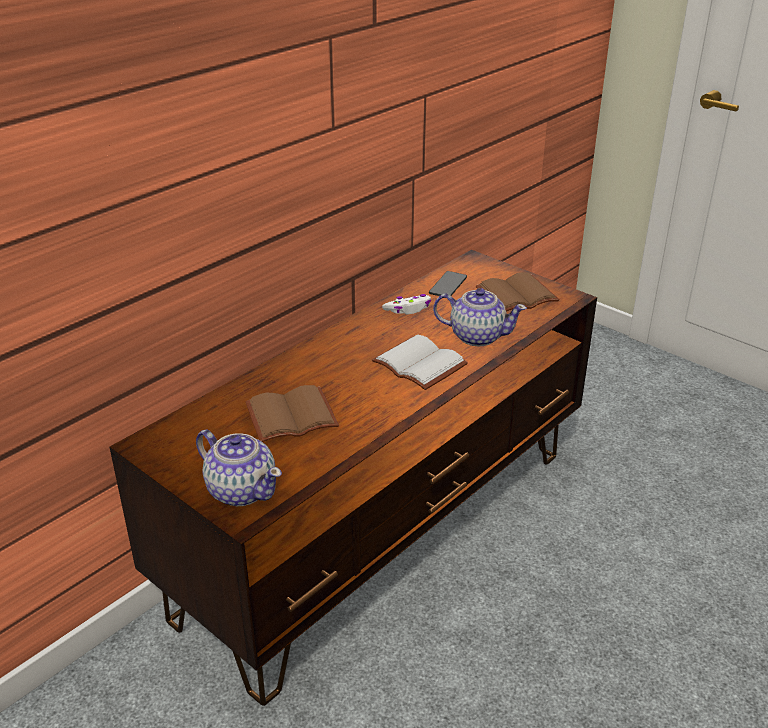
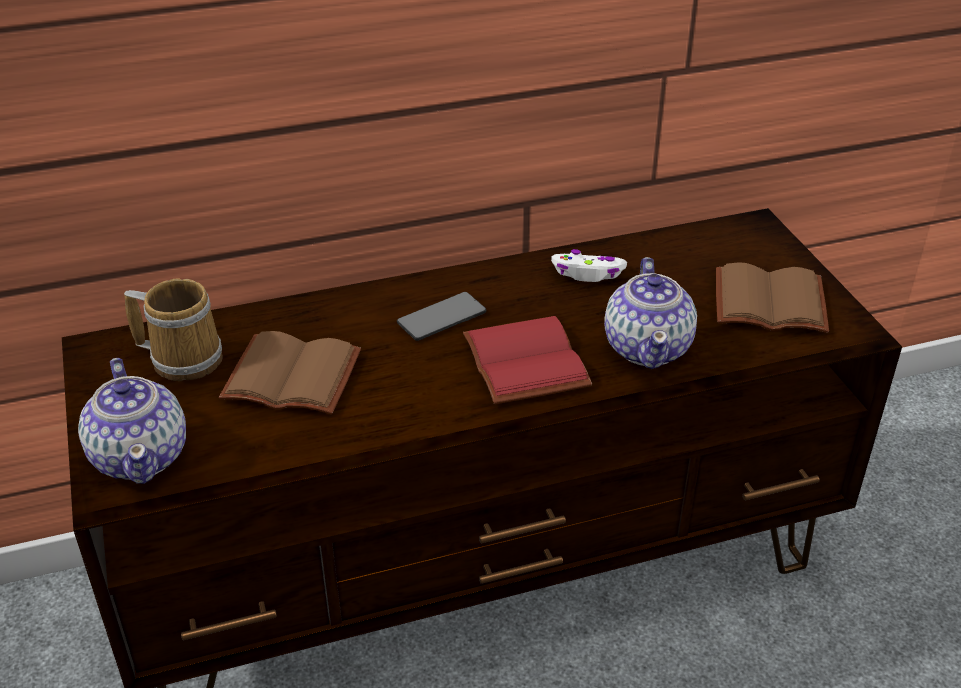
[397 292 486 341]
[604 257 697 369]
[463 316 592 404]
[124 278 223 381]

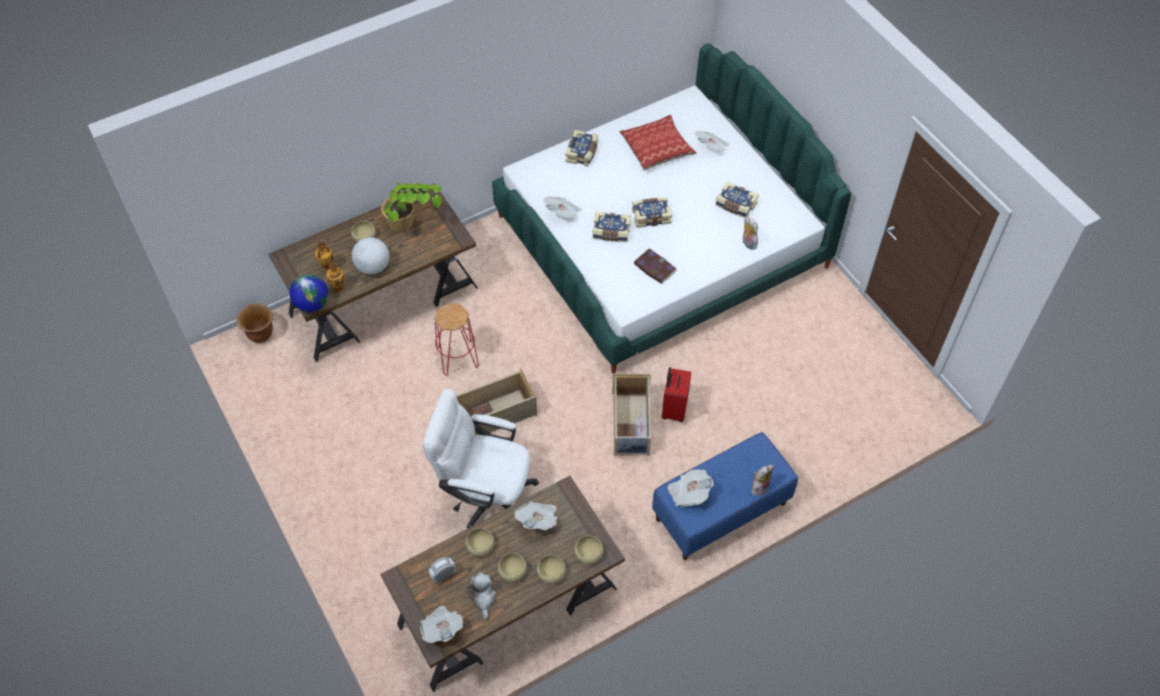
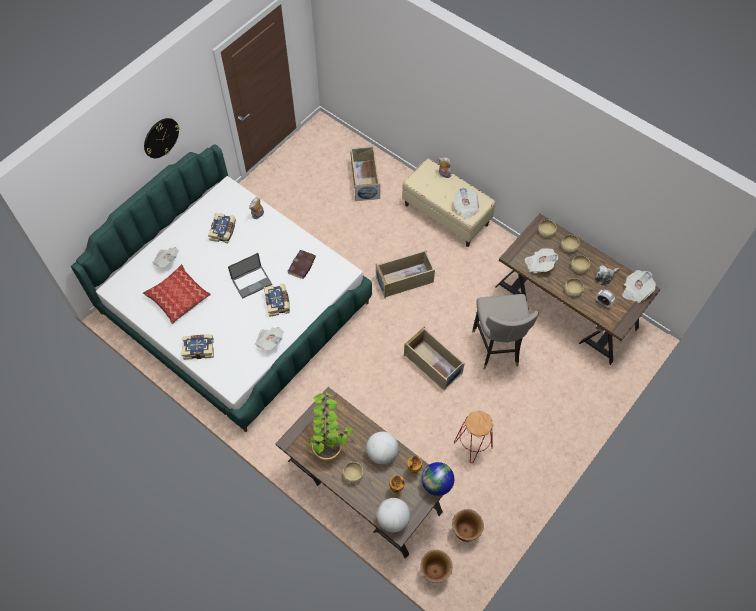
[228 253 272 299]
[454 410 494 463]
[662 367 691 422] (first image)
[472 294 539 369]
[402 159 496 247]
[144 118 180 158]
[351 146 380 201]
[377 498 410 532]
[452 509 484 542]

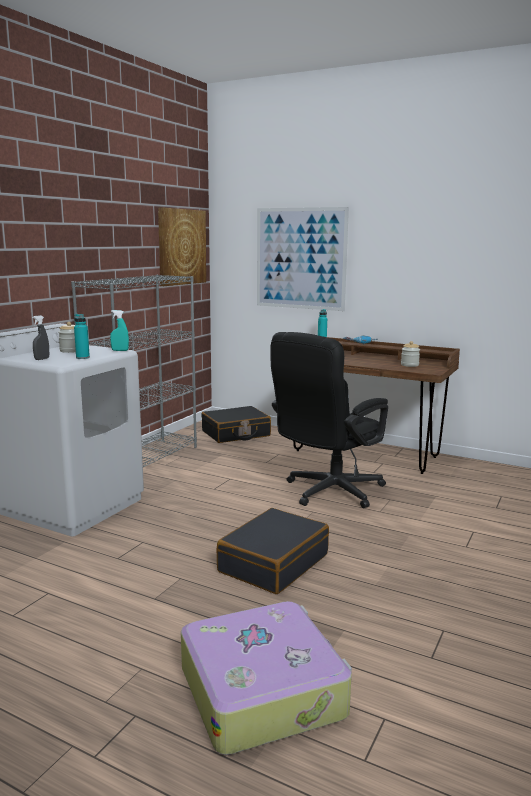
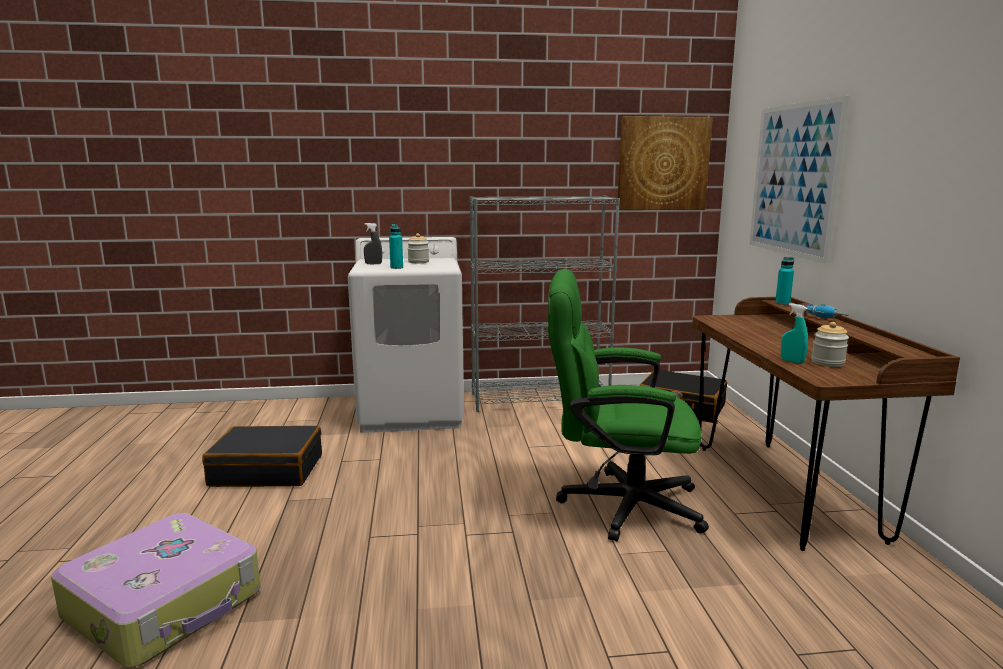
[781 303 808 364]
[548 269 709 542]
[202 426 322 487]

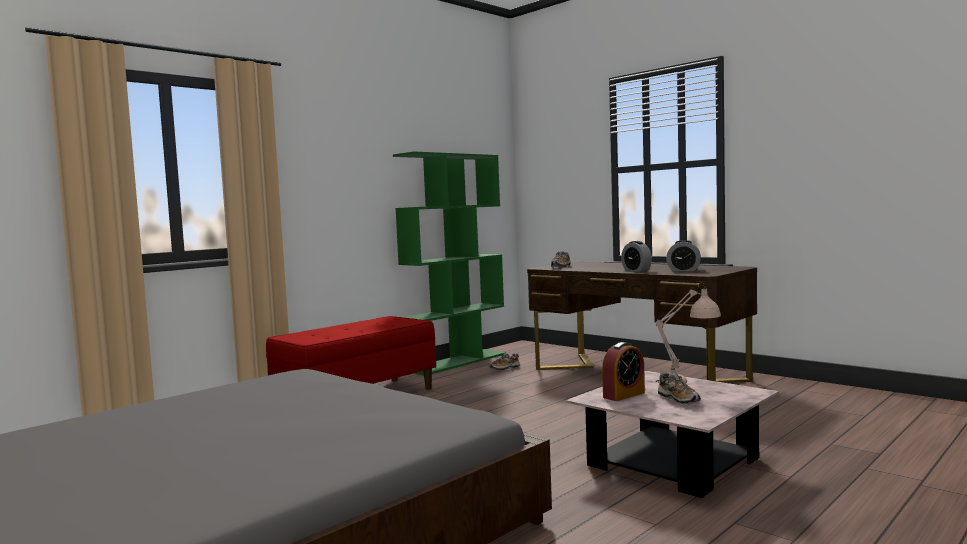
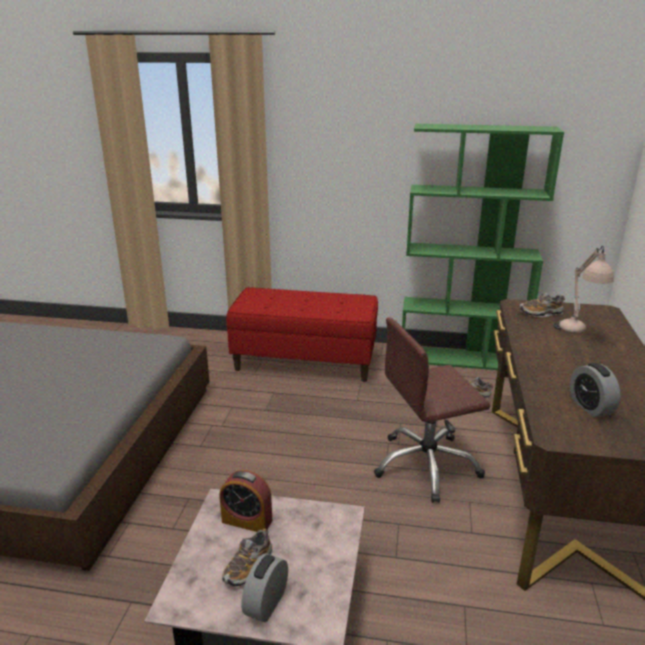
[241 553 288 622]
[553 246 614 333]
[374 318 490 503]

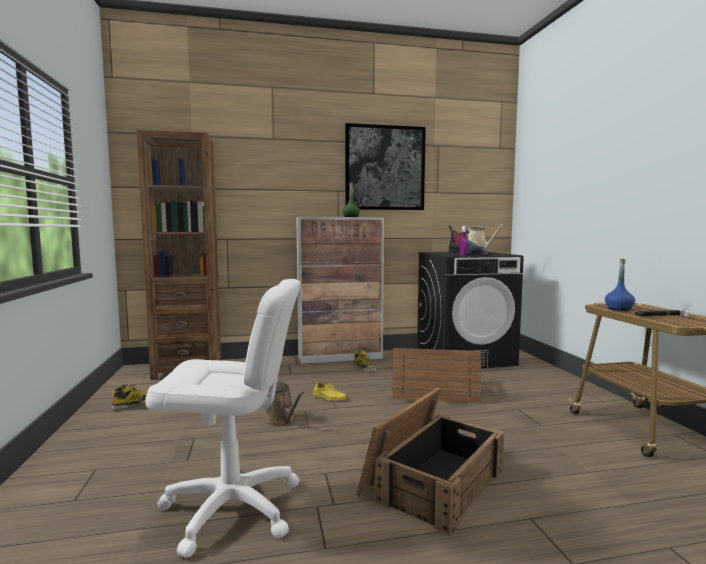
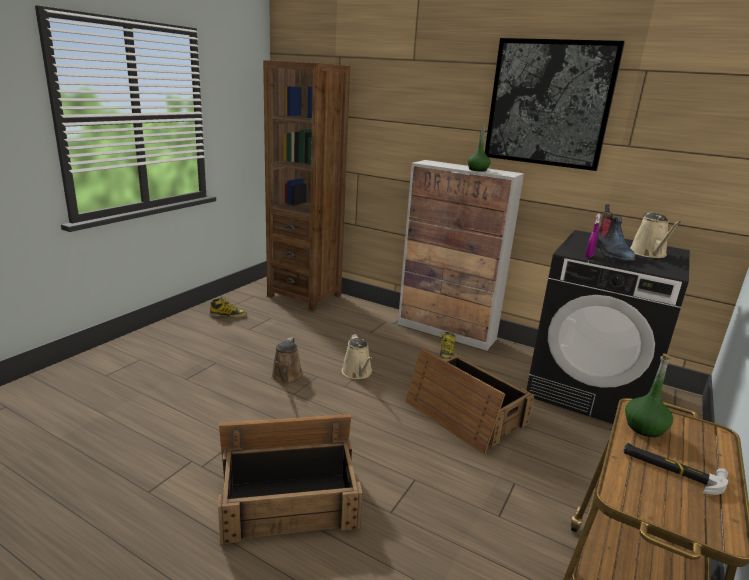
[625 354 673 437]
[145 279 301 558] (first image)
[342 334 372 379]

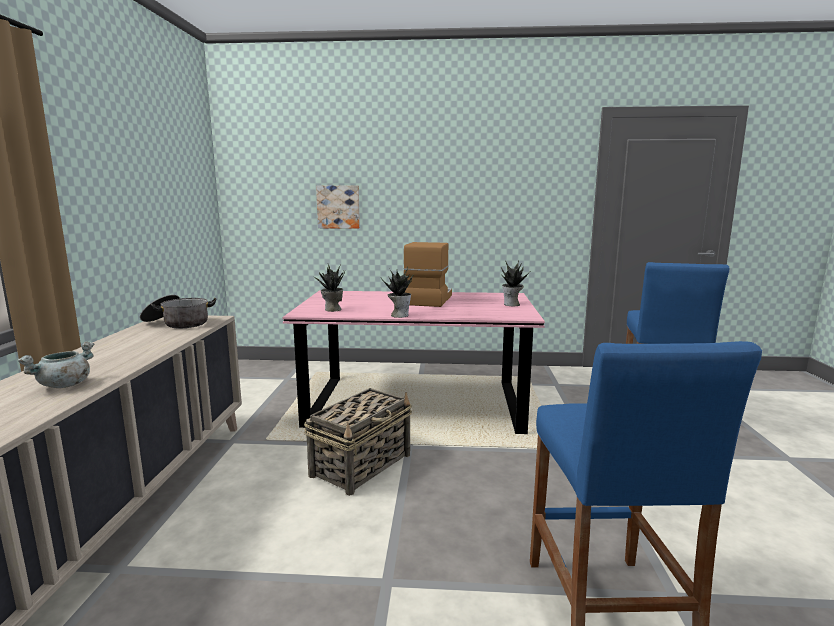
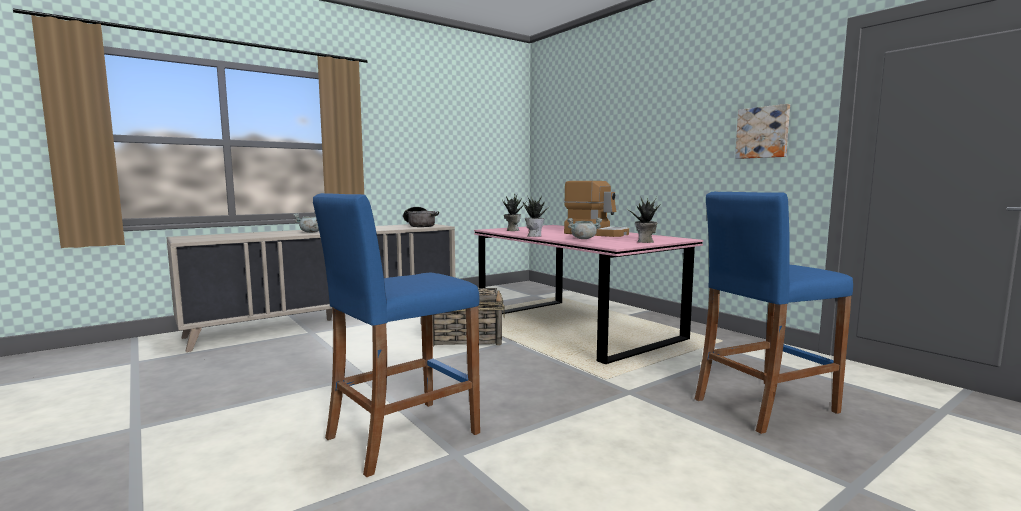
[735 104 790 159]
[564 181 629 237]
[567 218 603 239]

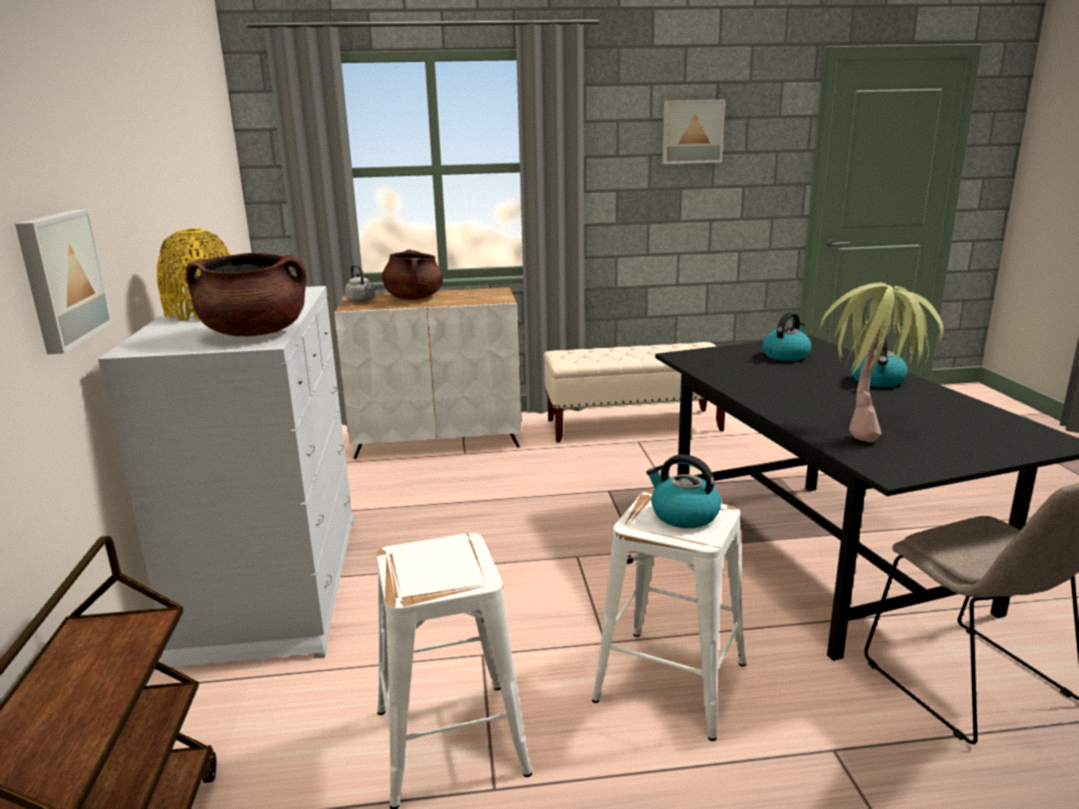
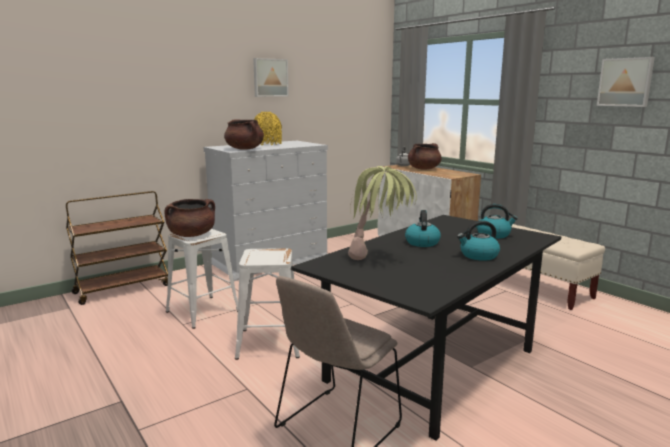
[253 58 289 97]
[405 210 441 247]
[165 199 215 237]

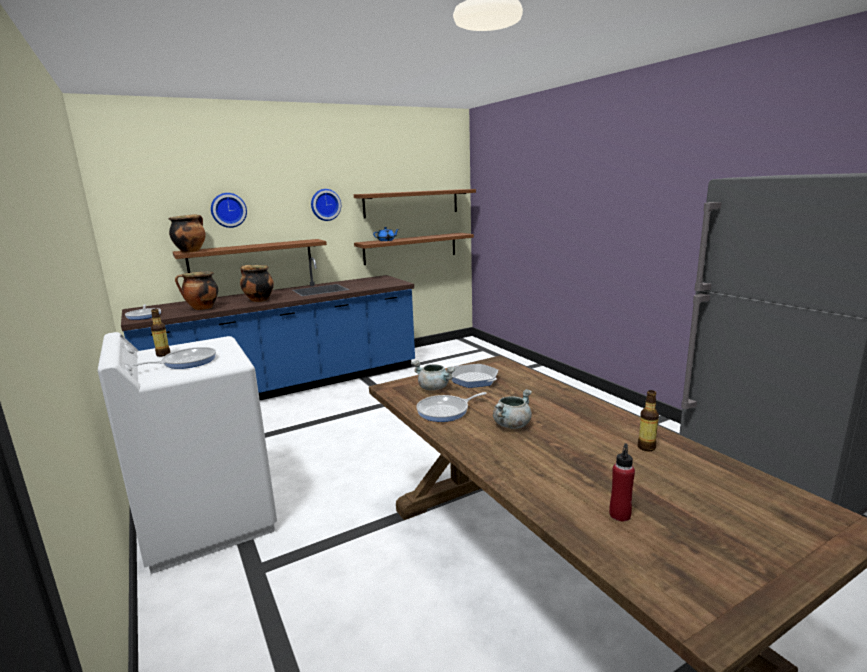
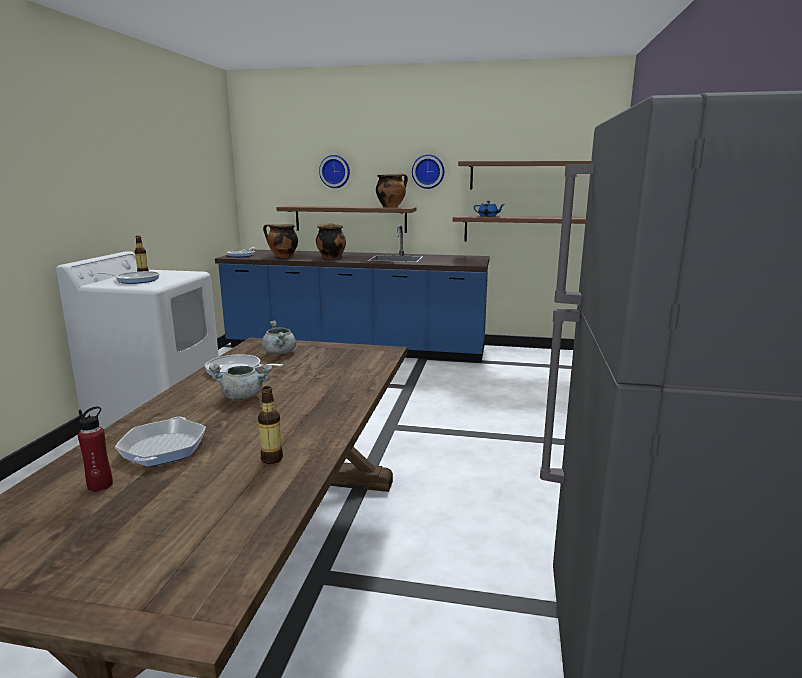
[376 173 408 208]
[115 417 206 467]

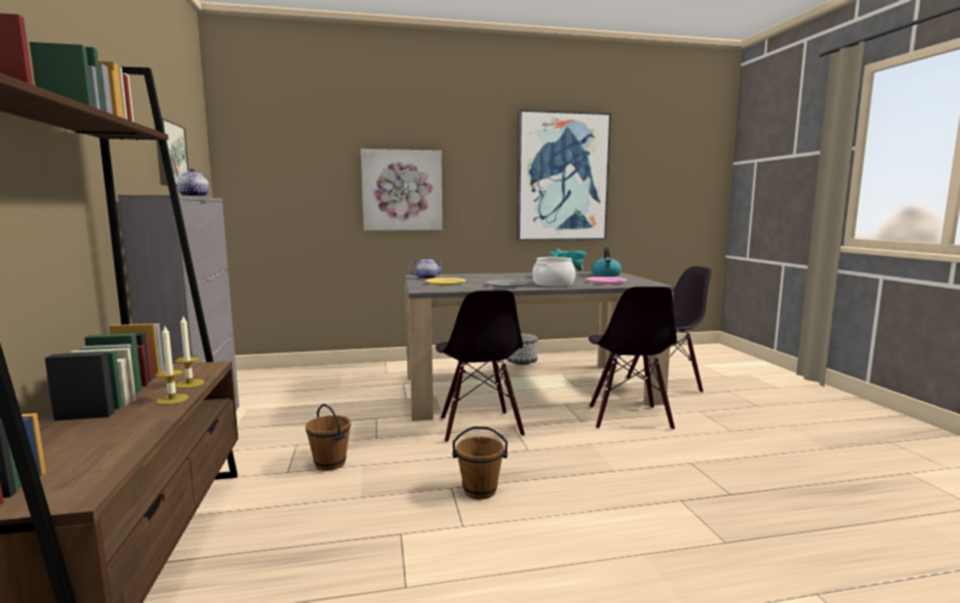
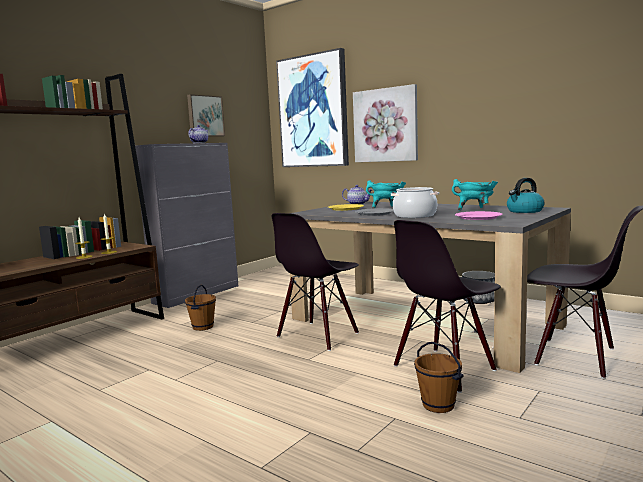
[276 48 349 167]
[414 342 464 413]
[366 180 406 209]

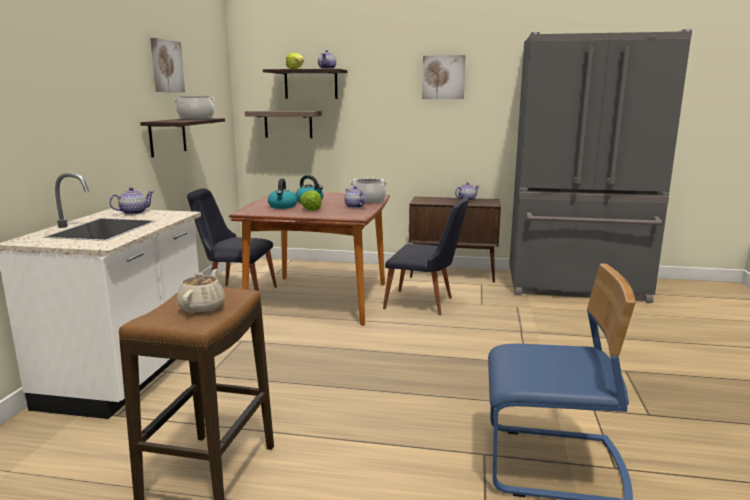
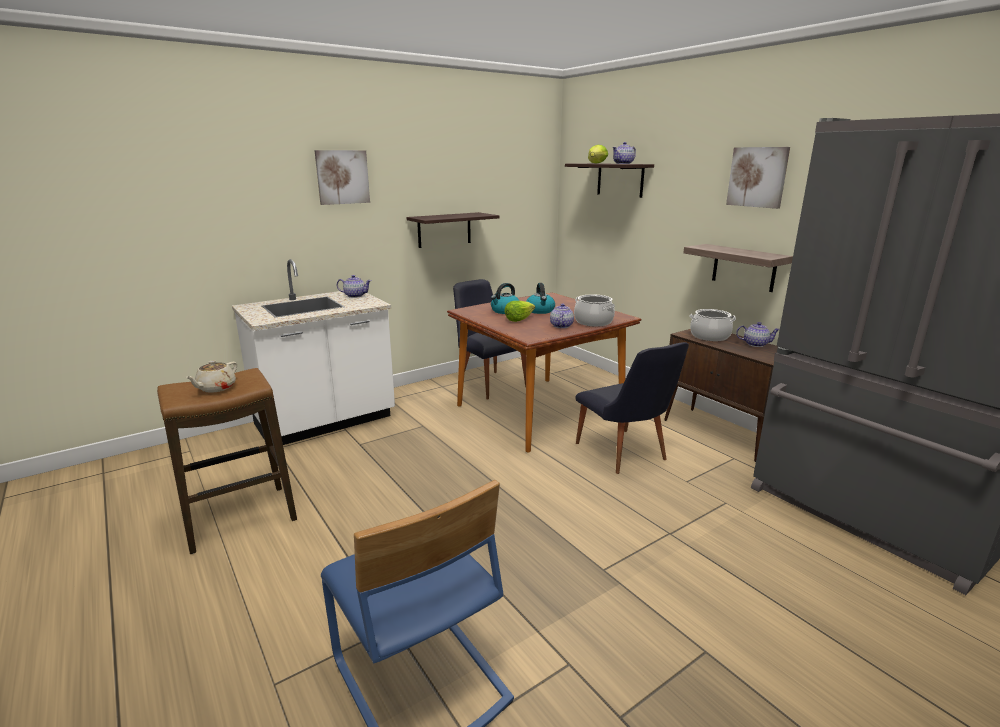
[314 150 370 205]
[689 309 736 341]
[683 244 793 292]
[185 360 237 393]

